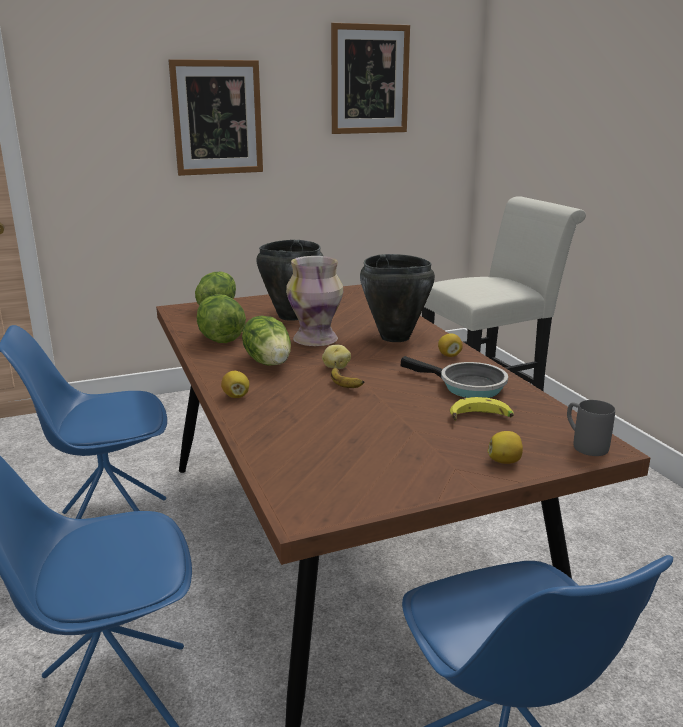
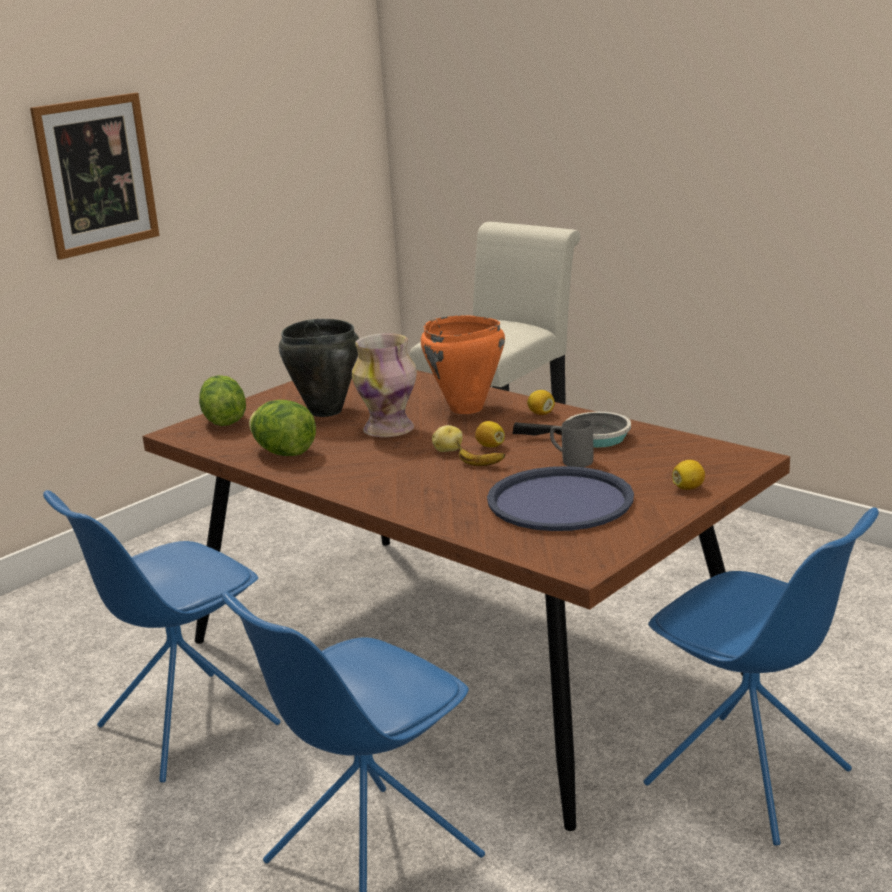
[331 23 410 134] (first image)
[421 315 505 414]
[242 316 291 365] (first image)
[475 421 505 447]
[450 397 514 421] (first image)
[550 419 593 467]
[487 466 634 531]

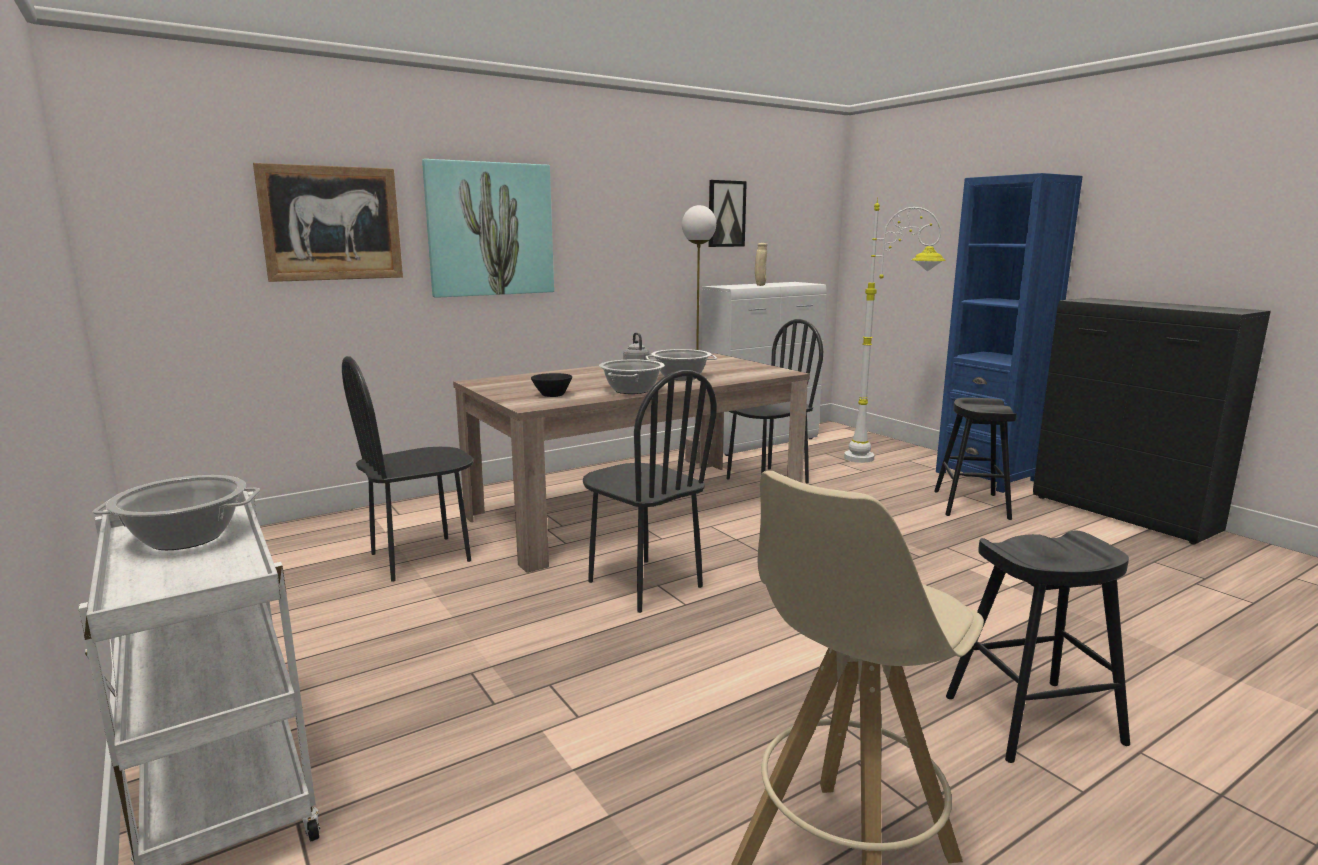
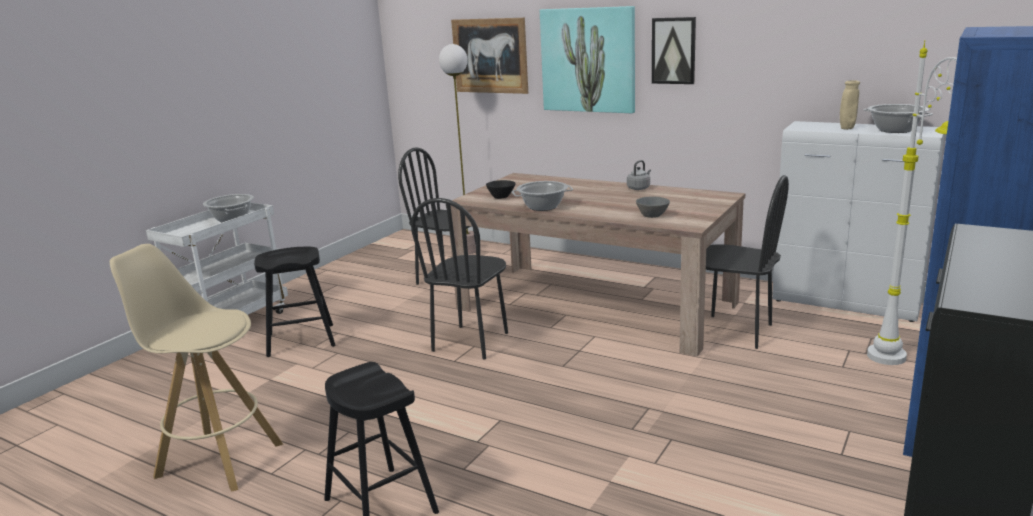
[652 17 696 84]
[439 44 476 254]
[864 104 933 133]
[254 247 335 357]
[636 197 670 218]

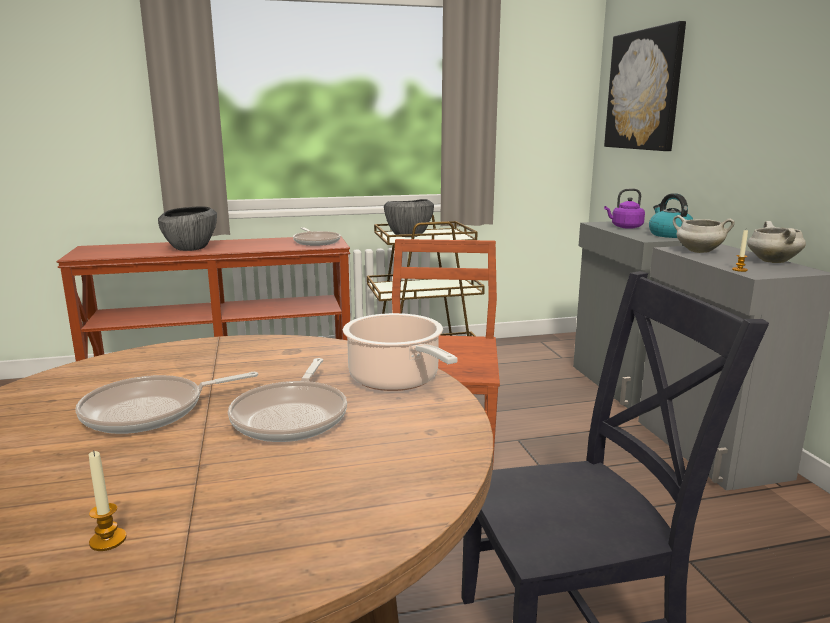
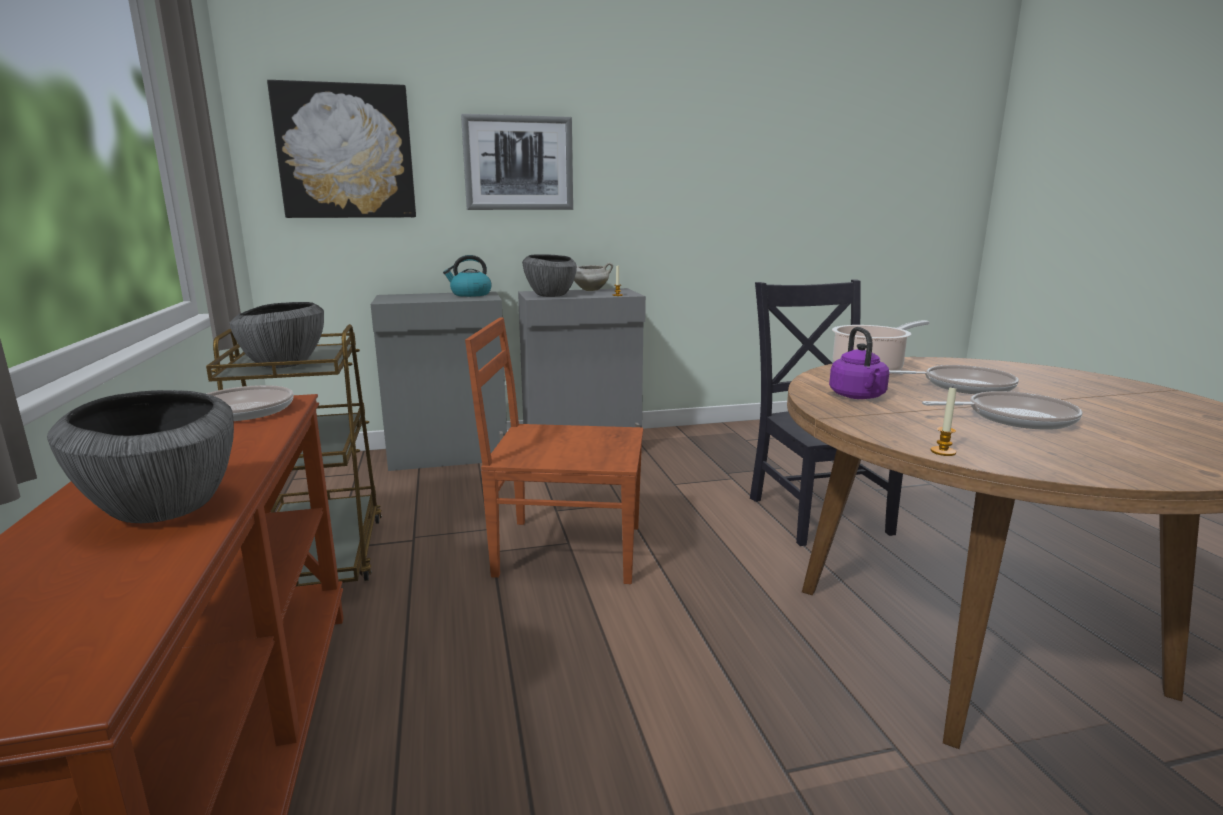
[829 327 889 399]
[522 254 577 297]
[922 391 1083 430]
[931 387 956 456]
[461 114 573 210]

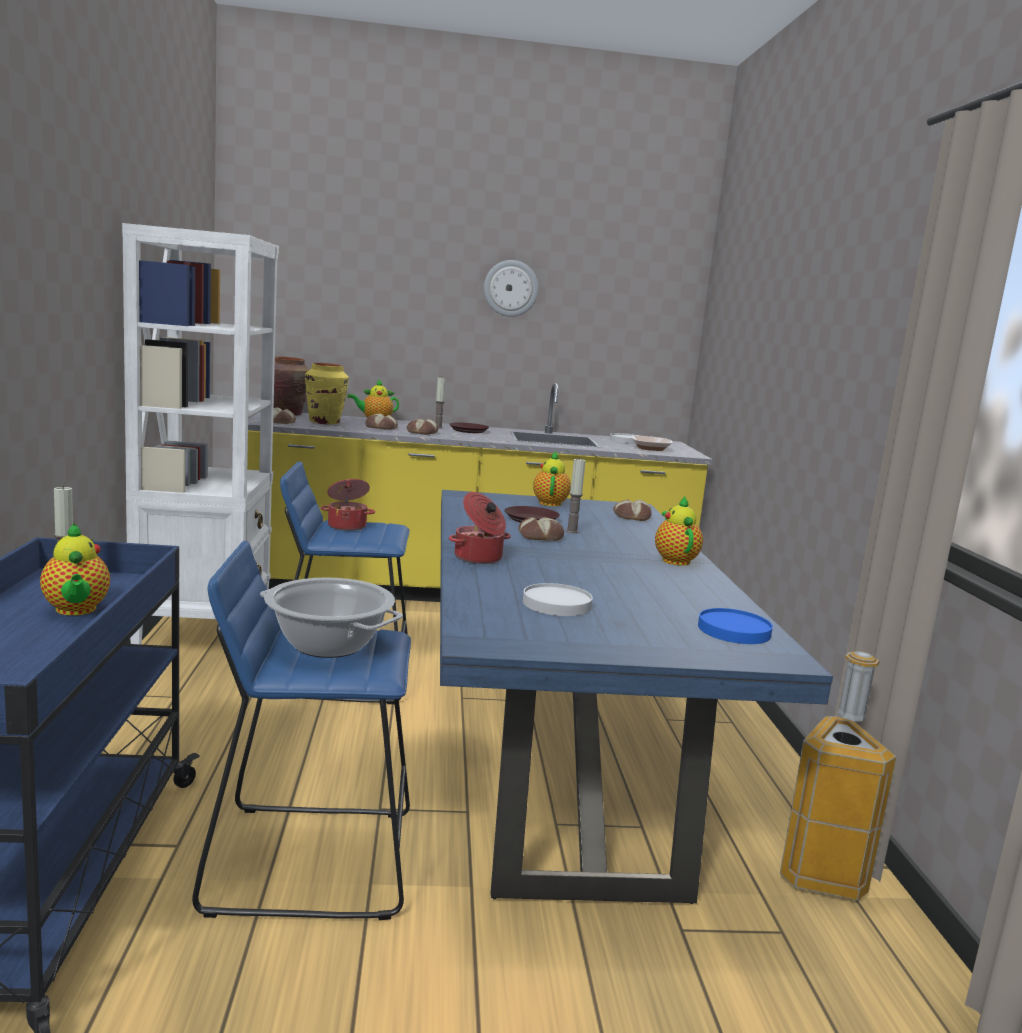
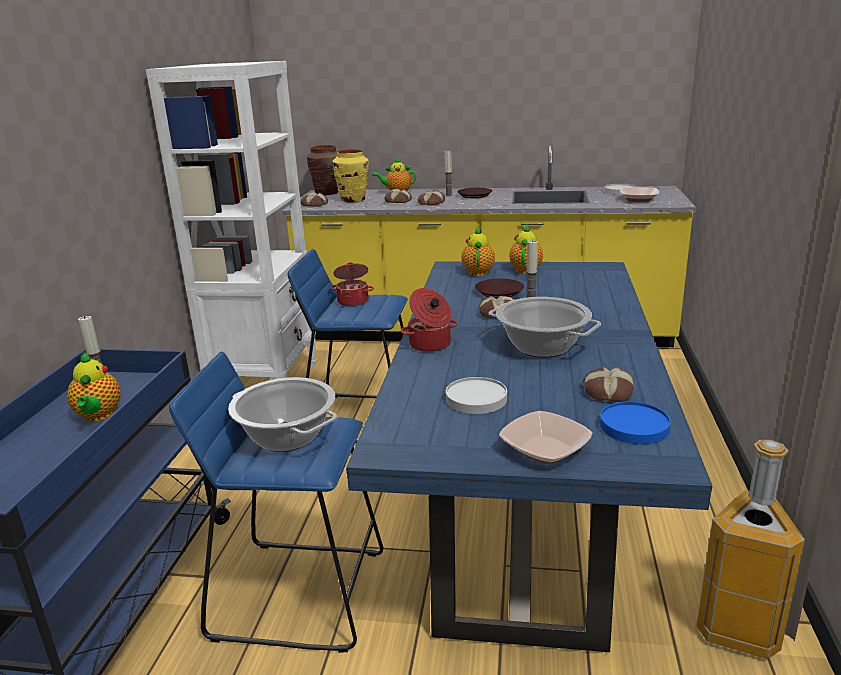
[484 260 539 317] (first image)
[462 226 495 276]
[583 367 634 402]
[489 297 601 357]
[499 411 592 464]

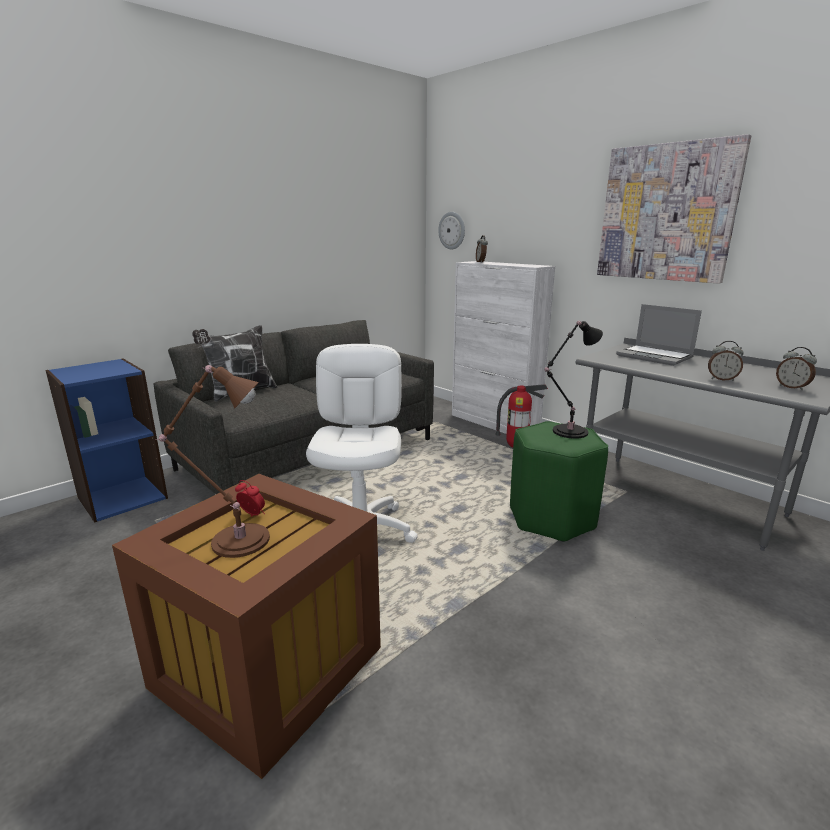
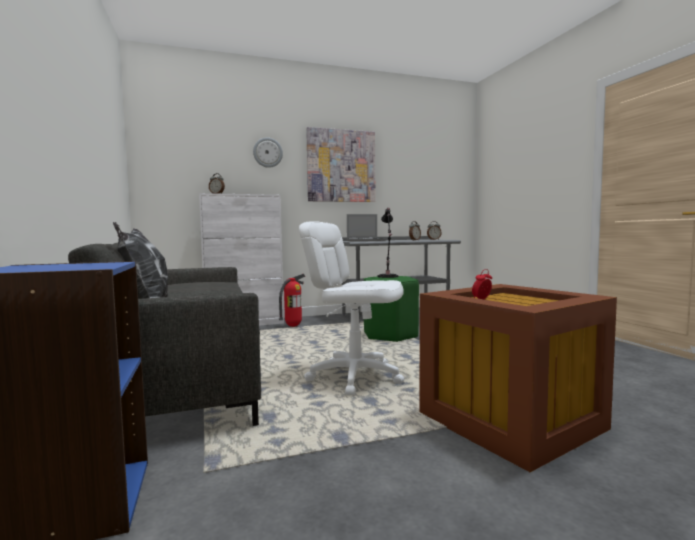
[253 137 283 168]
[155 365 270 558] (first image)

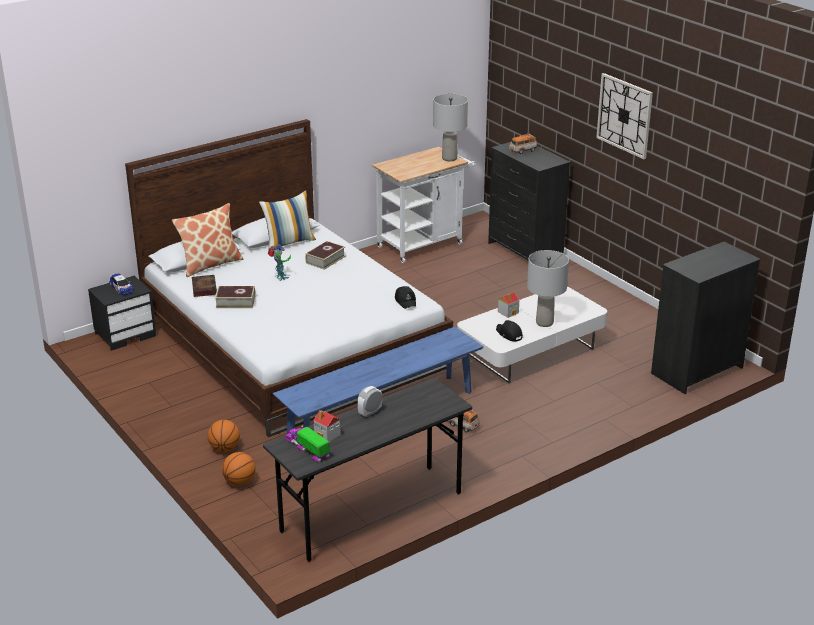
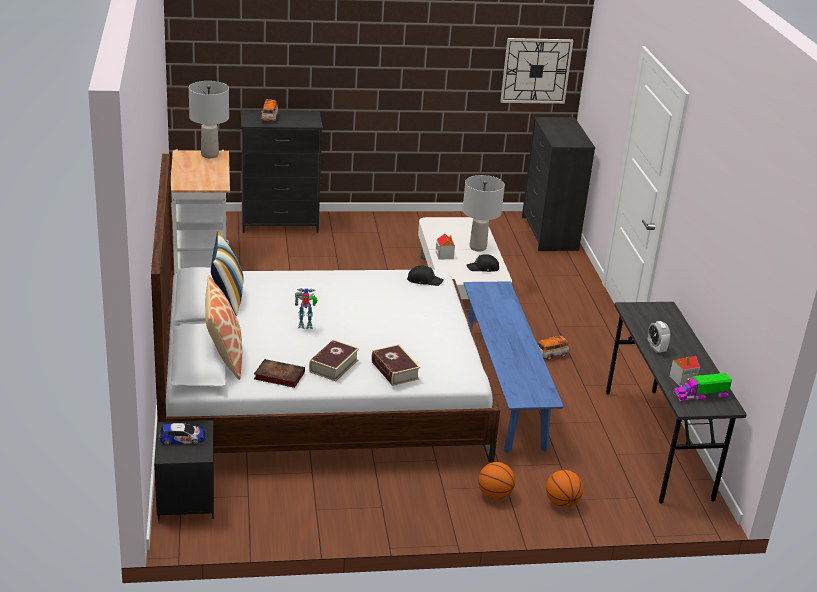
[500 38 573 104]
[371 345 420 386]

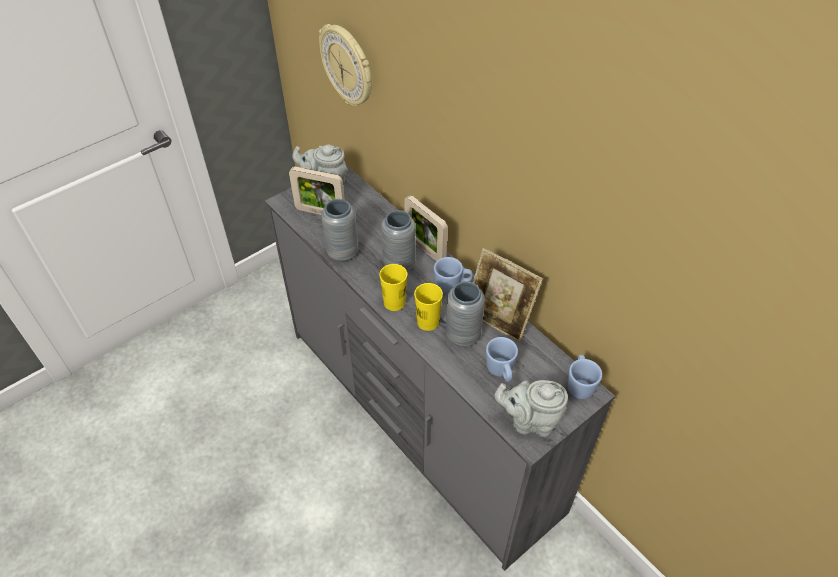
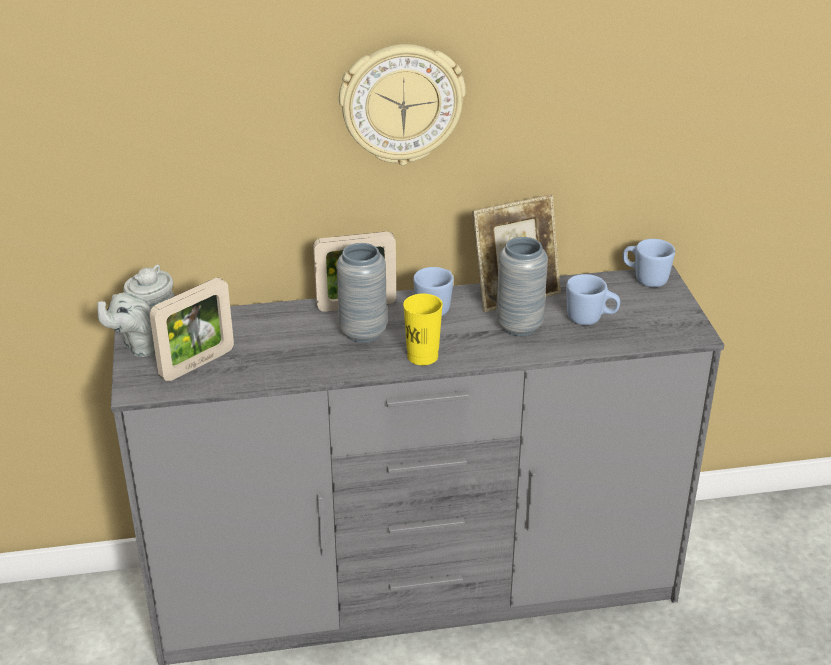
[339 44 466 165]
[321 199 358 262] (first image)
[414 283 443 331] (first image)
[494 380 568 437] (first image)

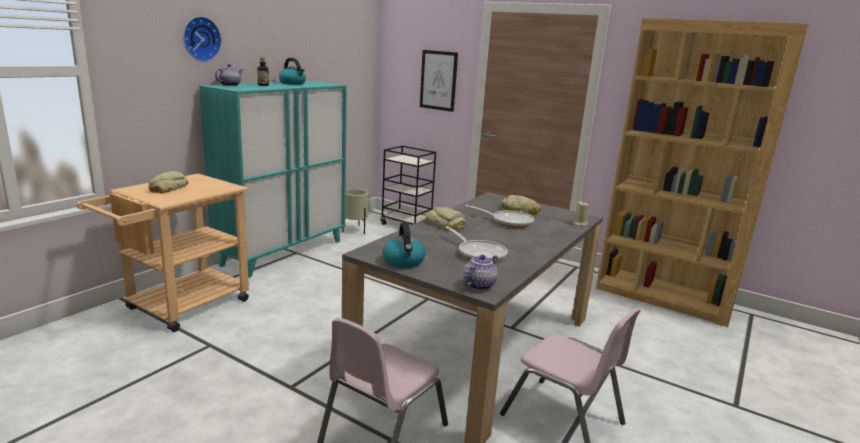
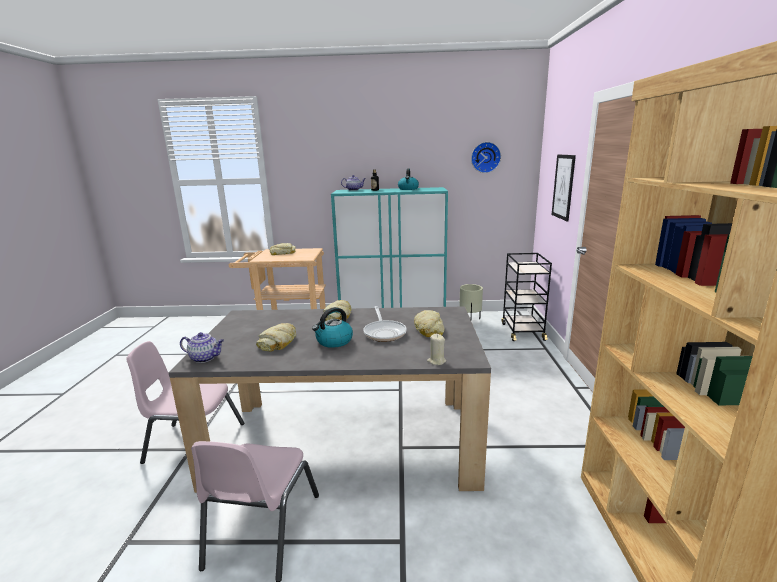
[471 142 501 173]
[312 307 353 348]
[256 323 296 352]

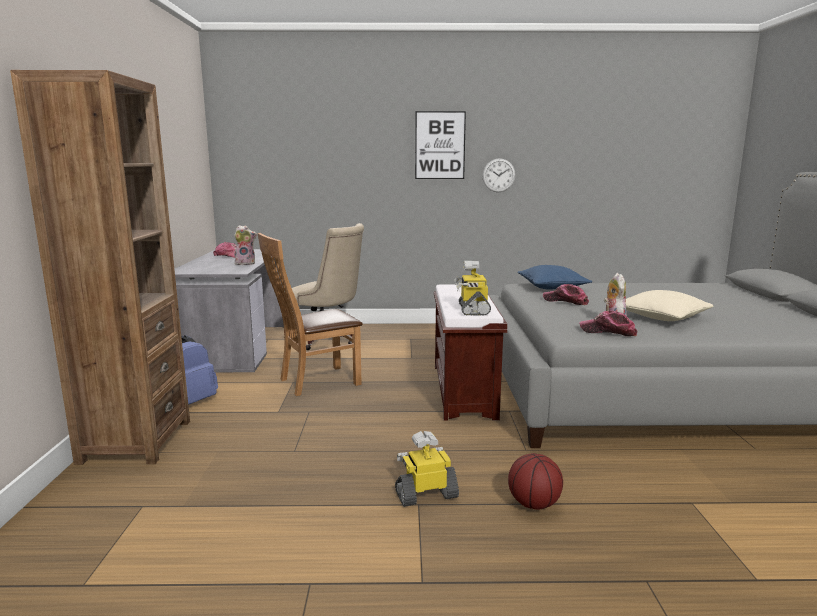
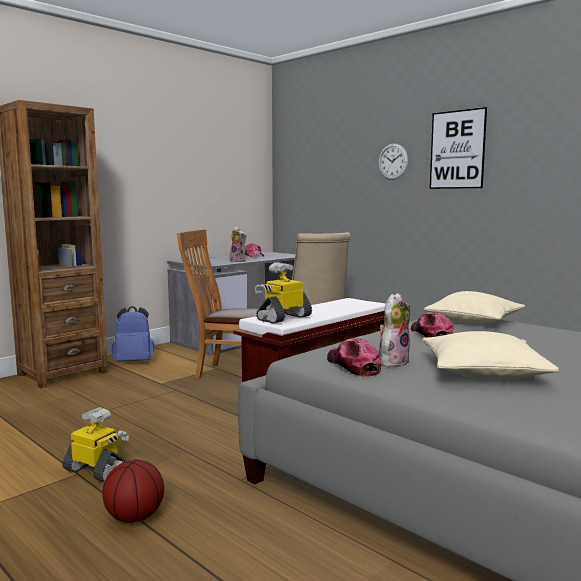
[378 143 408 180]
[424 291 525 323]

